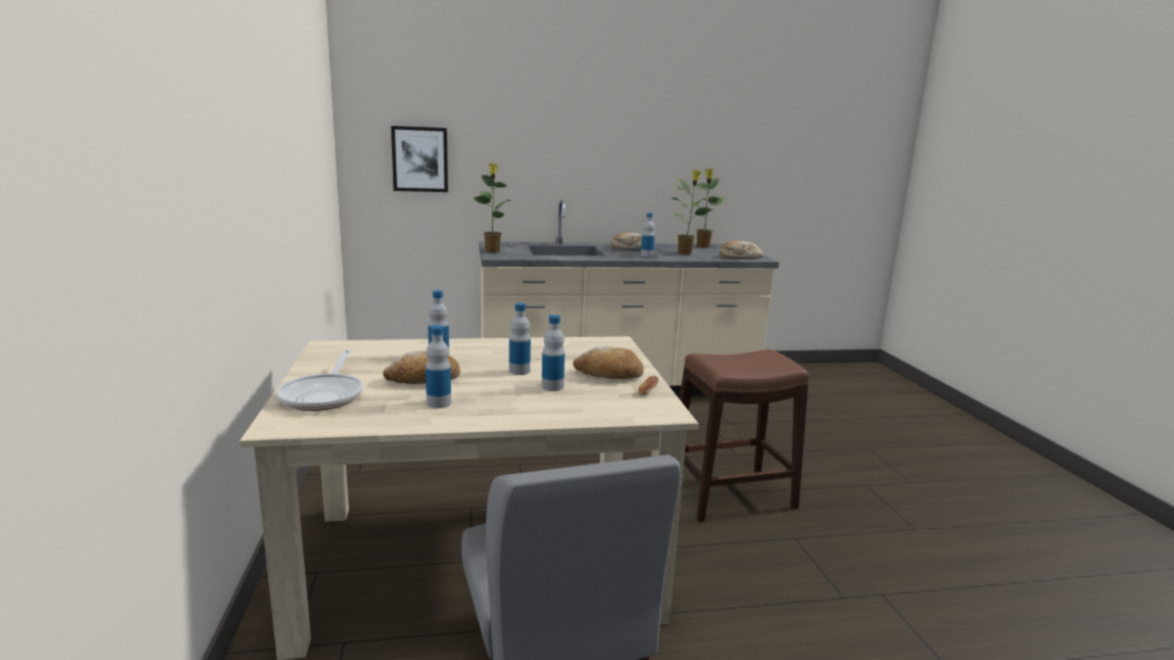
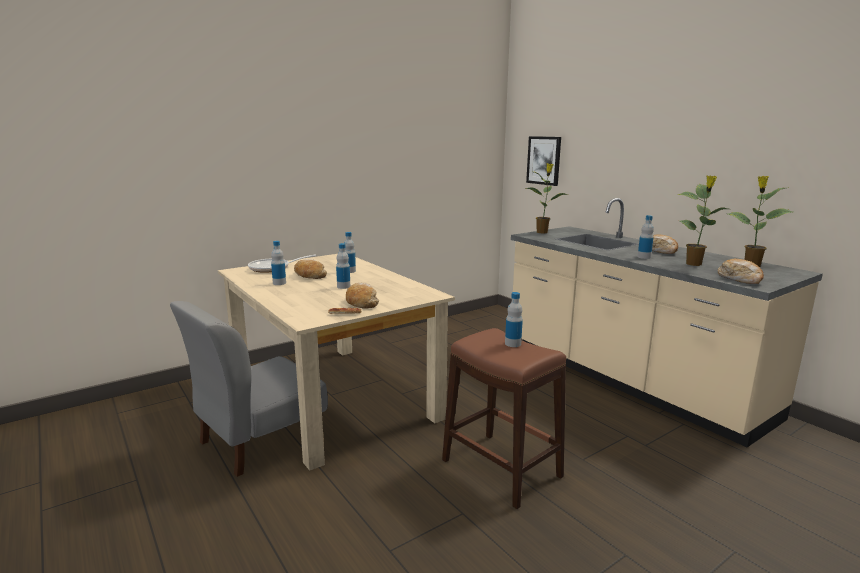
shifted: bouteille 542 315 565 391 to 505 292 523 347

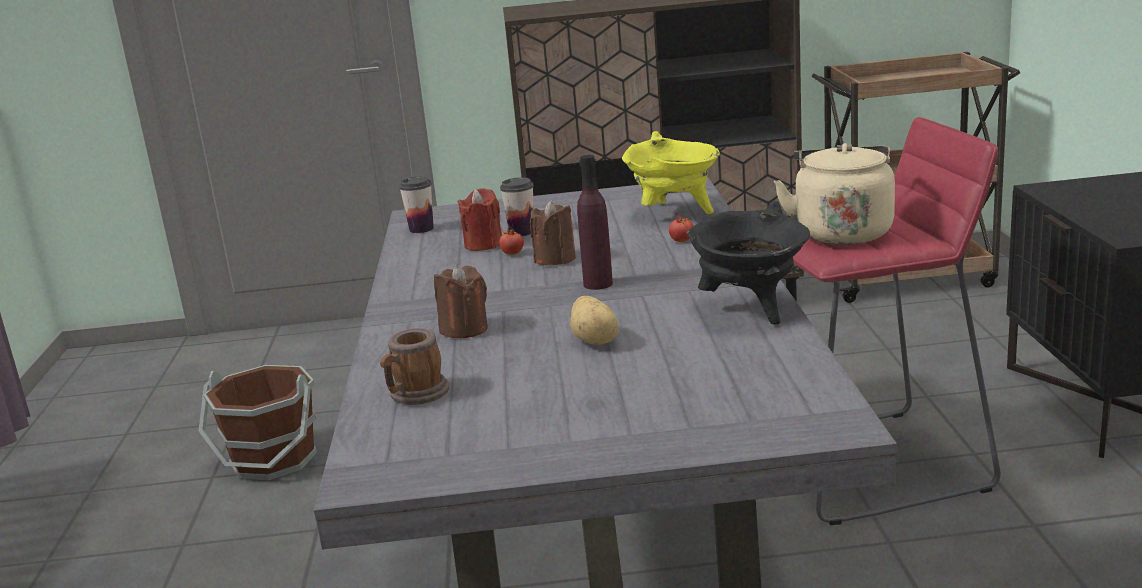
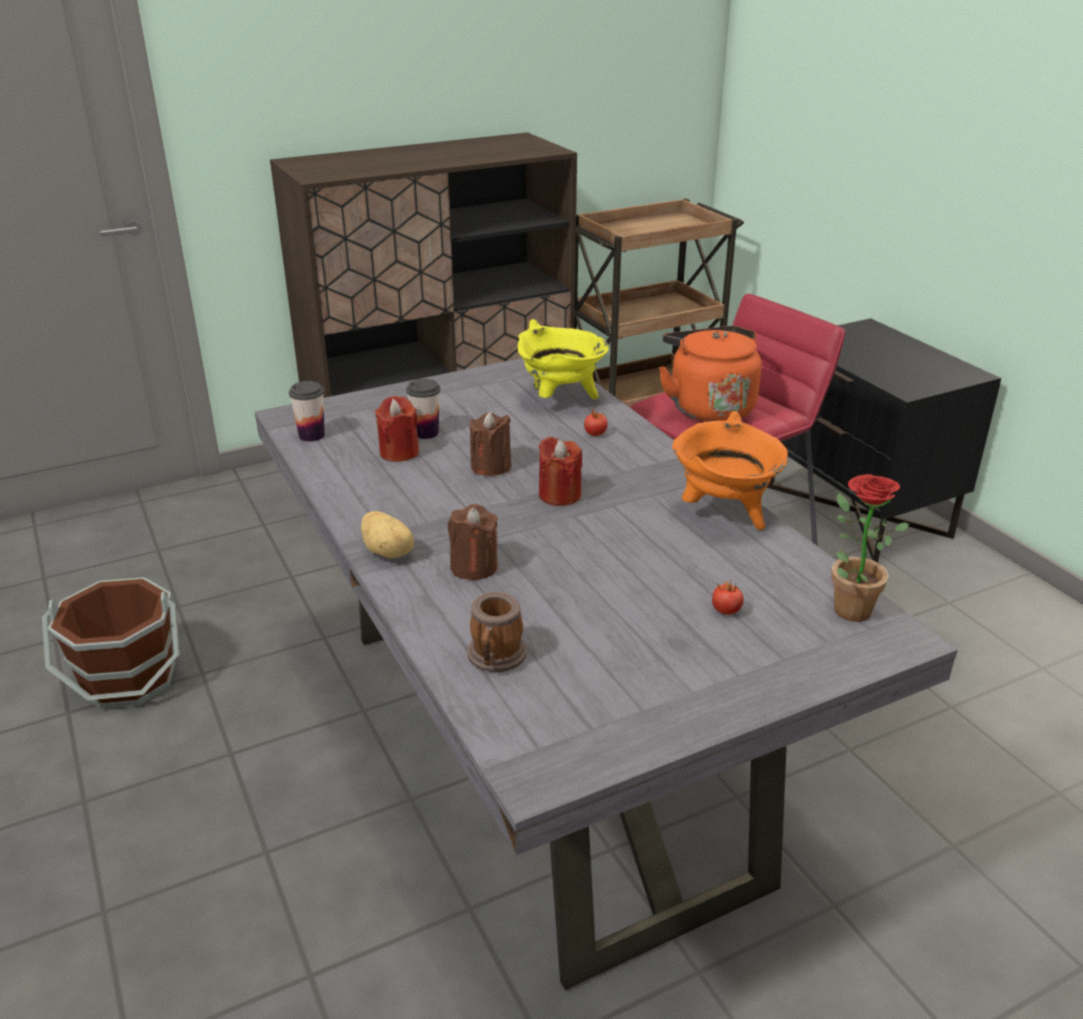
new: plante en pot 832 474 909 622
shifted: tomate 499 225 524 255 to 712 580 744 615; pomme de terre 570 296 619 345 to 361 511 414 559
swapped: bouteille/violet 577 155 613 290 to bougie/rouge 539 436 582 506
repainted: bouilloire/beige 774 143 895 245 to bouilloire/orange 659 326 761 422; marmite/noir 687 201 810 325 to marmite/orange 672 411 788 530

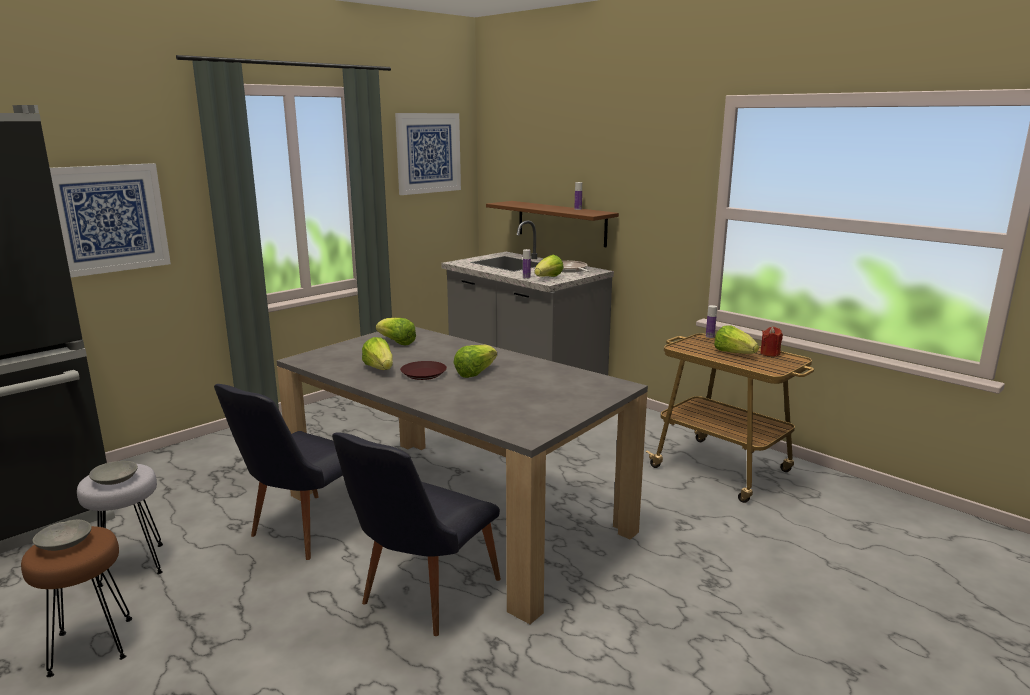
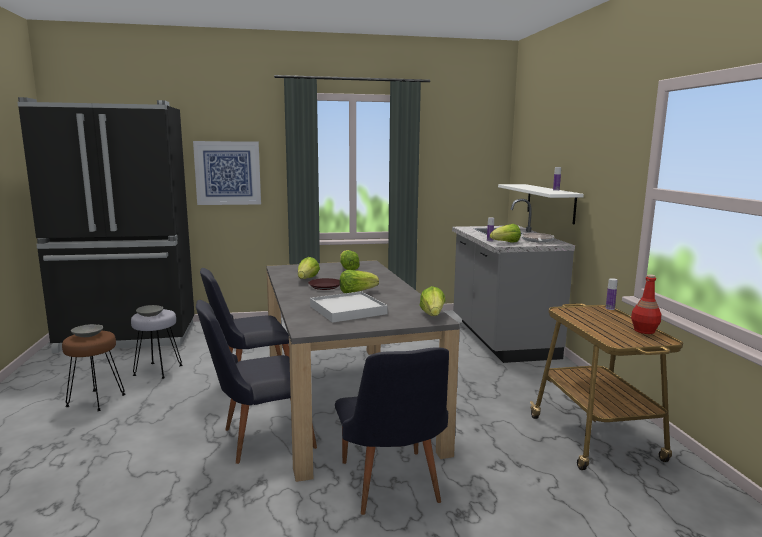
gone: tableau 395 113 461 195
new: plateau/blanc 310 291 388 323; chaise/noir 335 347 449 515
shifted: laitue 714 325 759 354 to 419 286 446 316
swapped: bougie/rouge 760 327 783 356 to bouteille/rouge 631 274 661 334
repainted: étagère/marron 486 201 619 247 to étagère/blanc 498 184 584 224

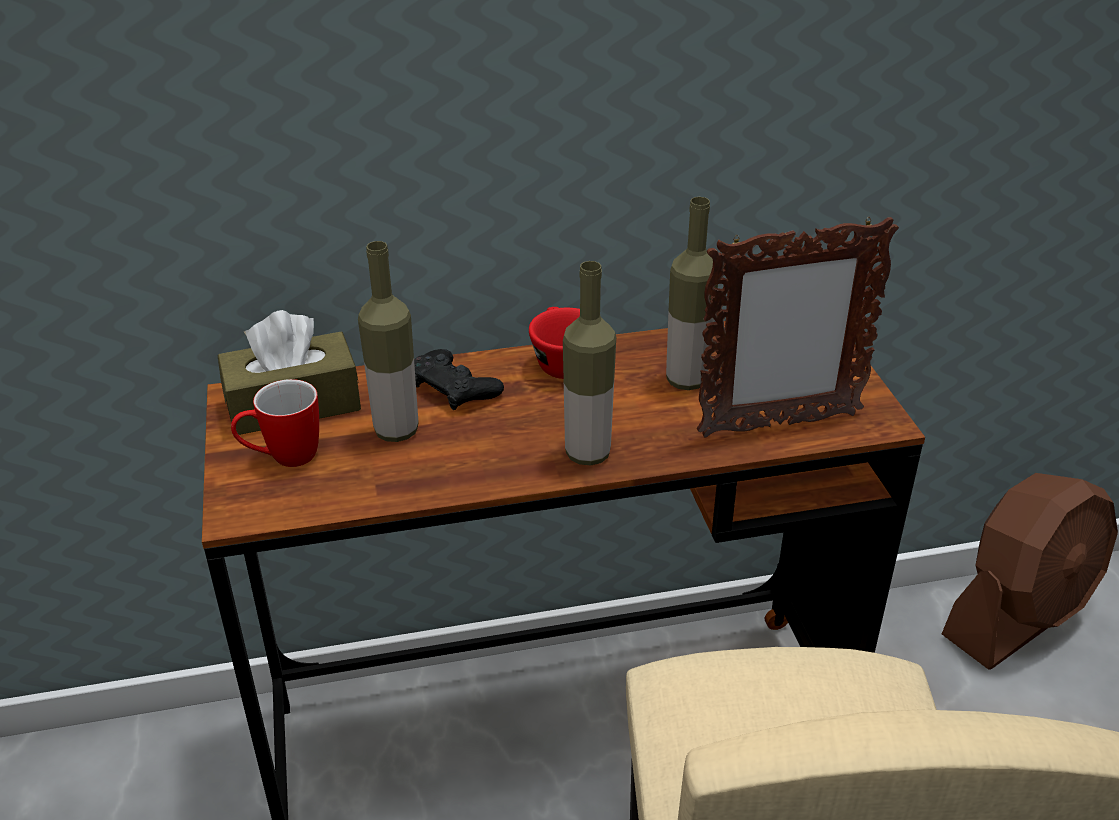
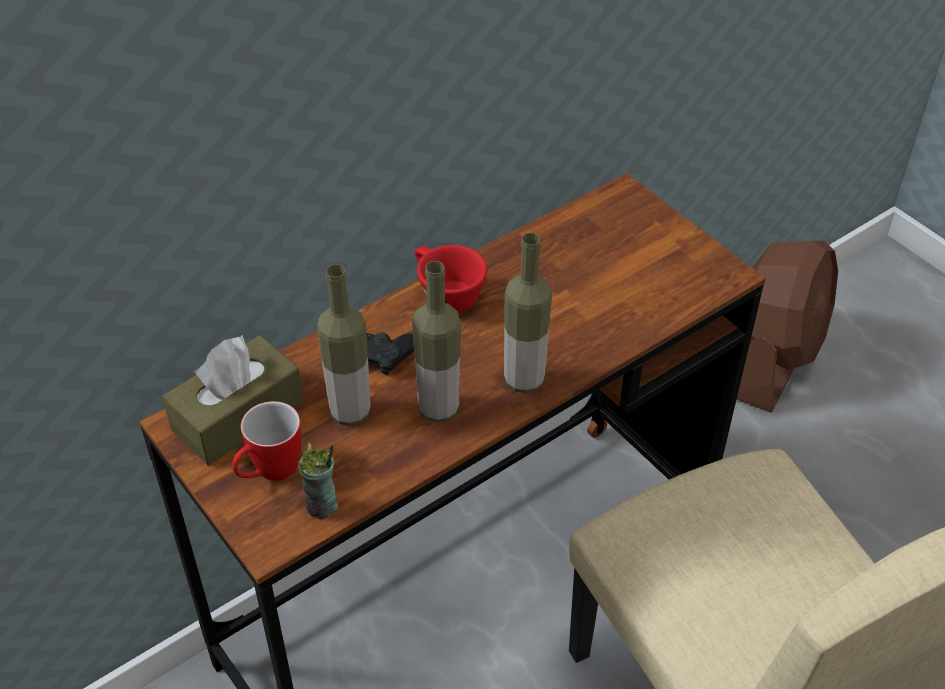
gone: cadre photo 697 217 899 438
new: tasse 297 442 338 519
shifted: bouteille 666 197 718 390 to 412 261 461 423

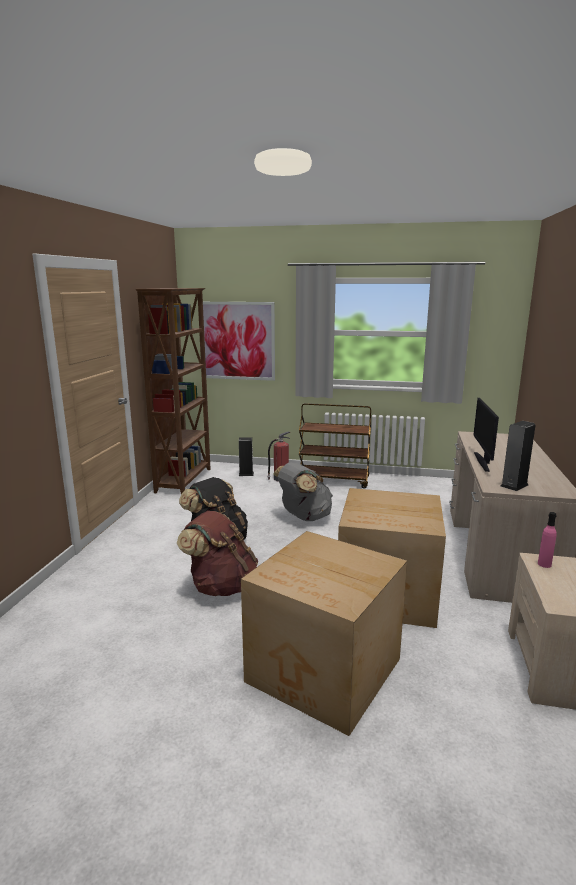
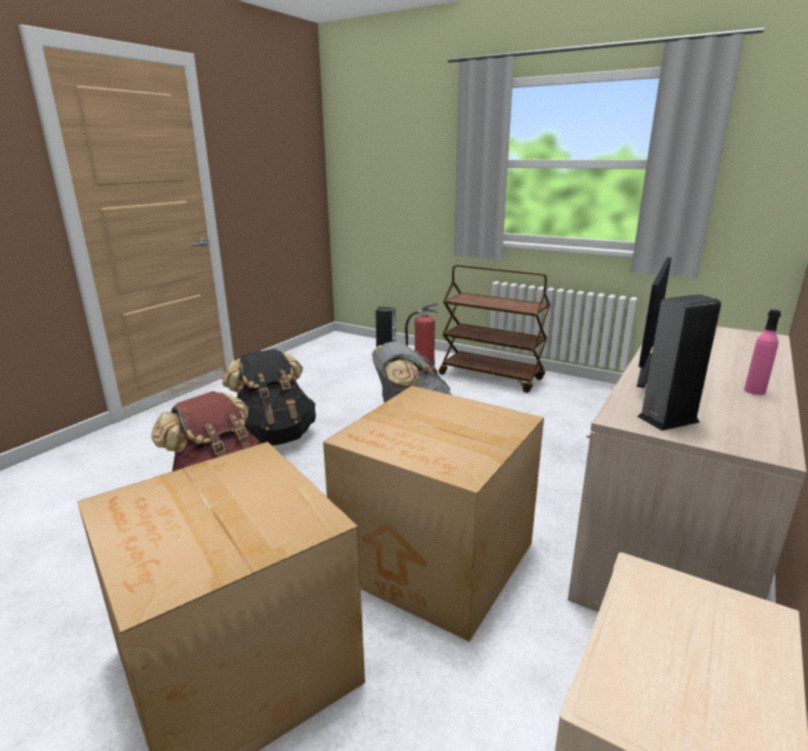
gone: bibliothèque/marron 136 288 211 494; tableau 203 302 275 381
shifted: bouteille/rose 538 512 557 568 to 744 309 781 395

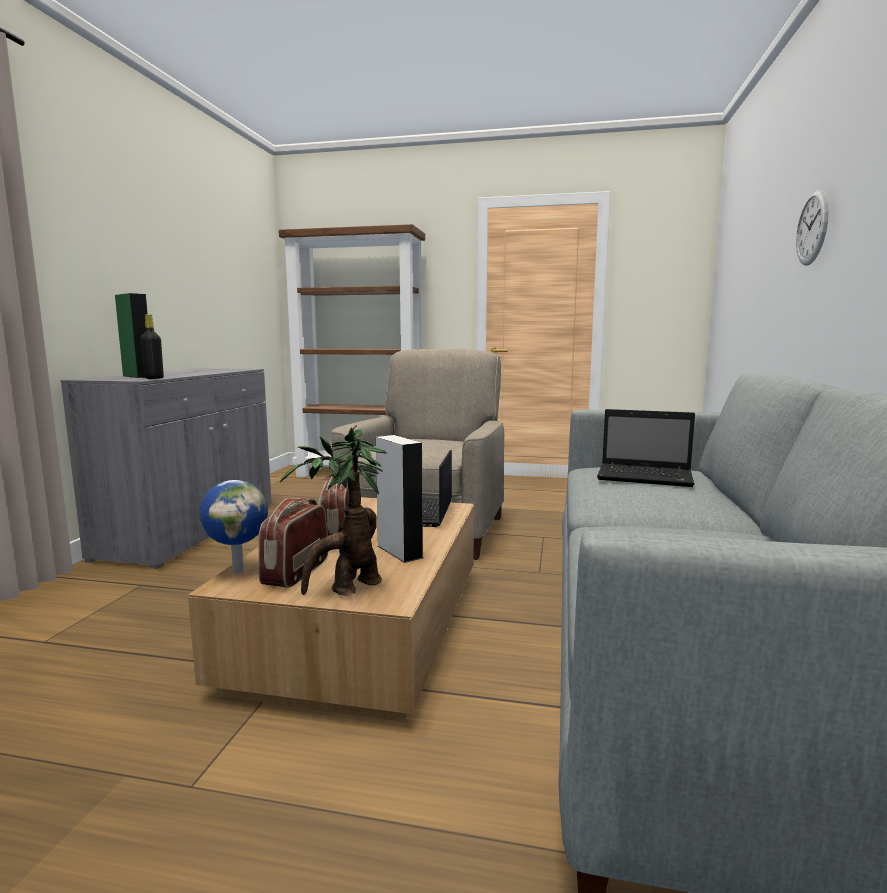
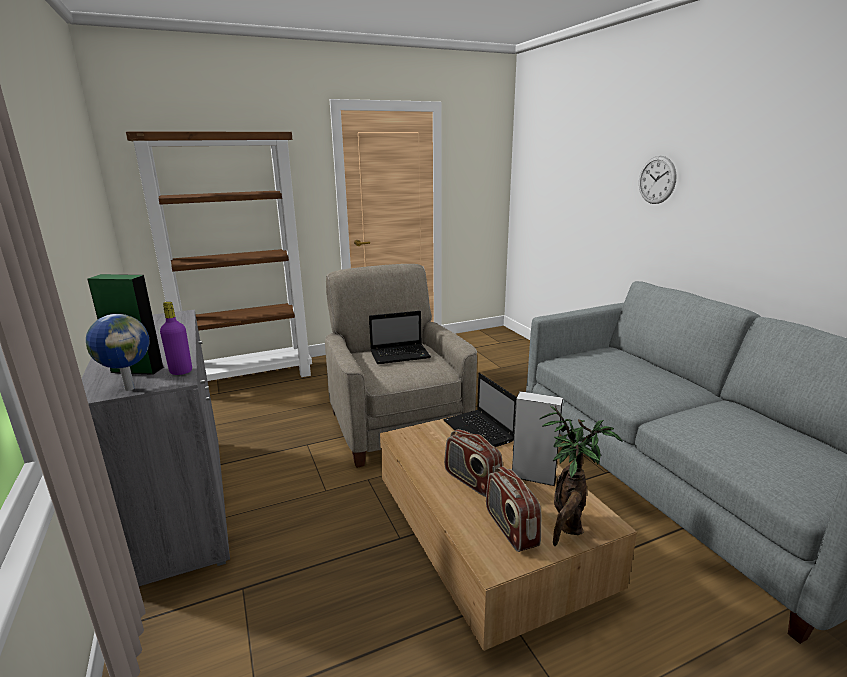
shifted: ordinateur portable 597 409 695 487 to 369 311 431 364; globe 199 480 268 573 to 86 314 150 391
repainted: bouteille/noir 140 314 164 379 to bouteille/violet 160 302 192 375

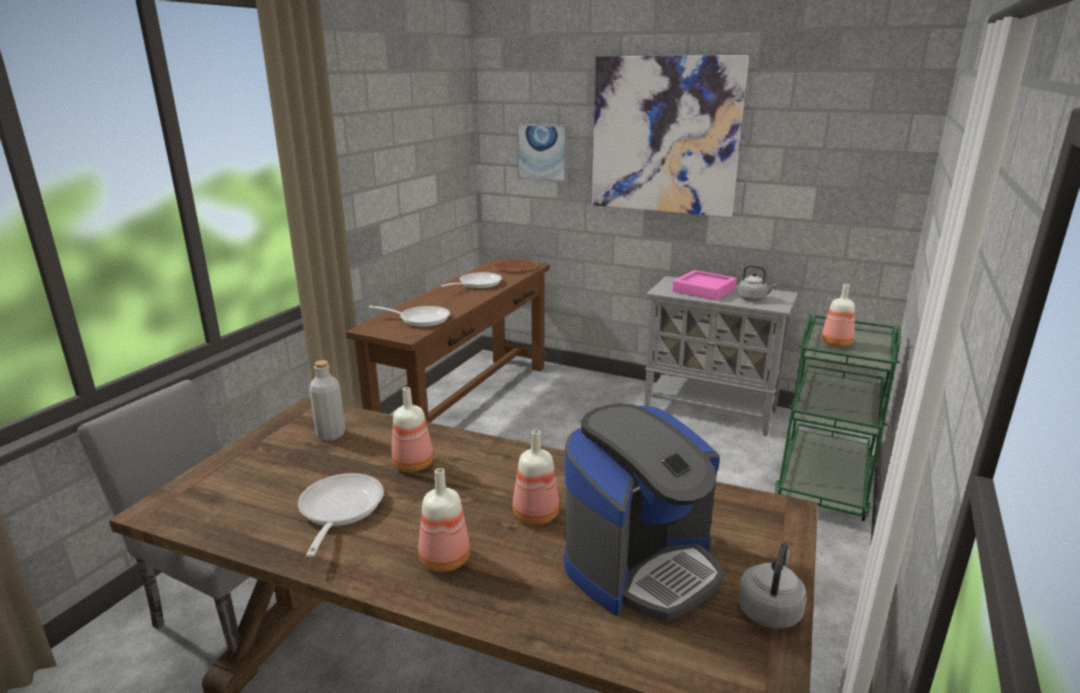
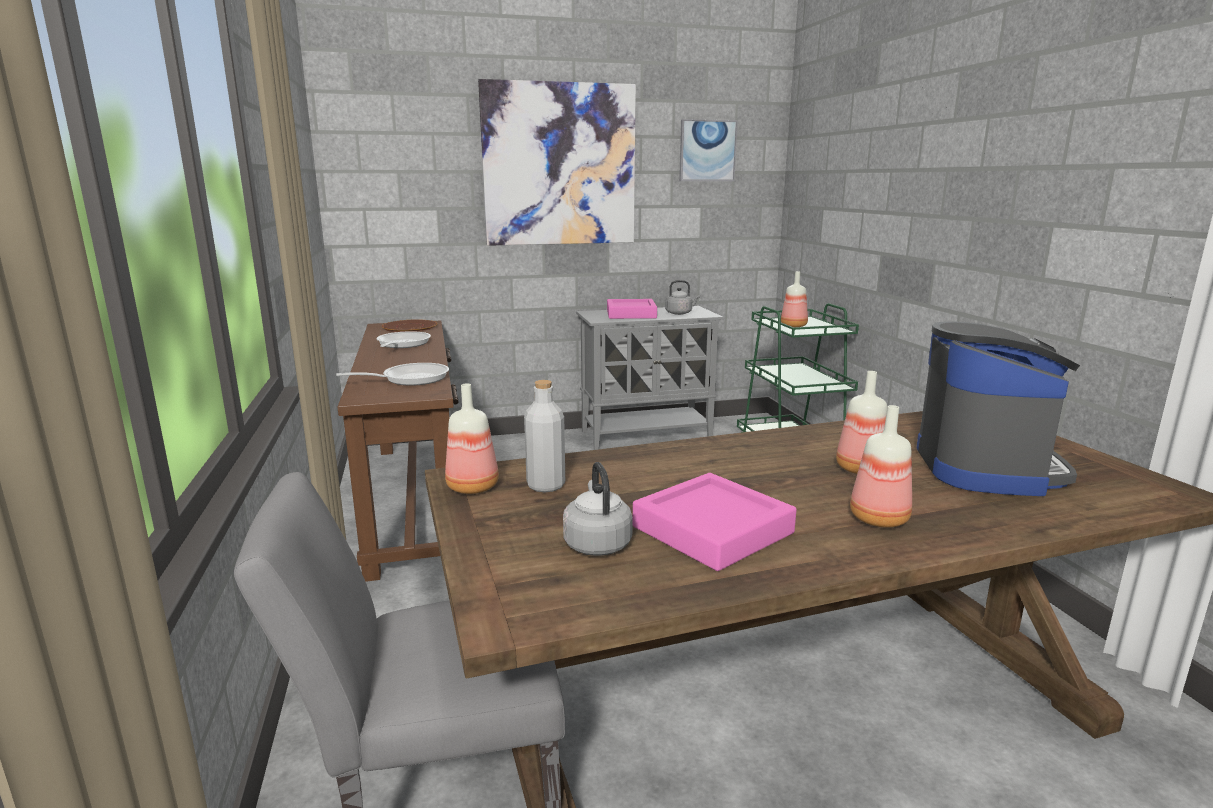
shifted: tableau 517 124 568 182 to 679 119 738 181; bouteille 392 387 434 472 to 445 383 499 494; bouilloire/gris 738 542 807 629 to 563 462 633 556
swapped: poêle 298 473 384 557 to plateau/rose 632 473 797 571

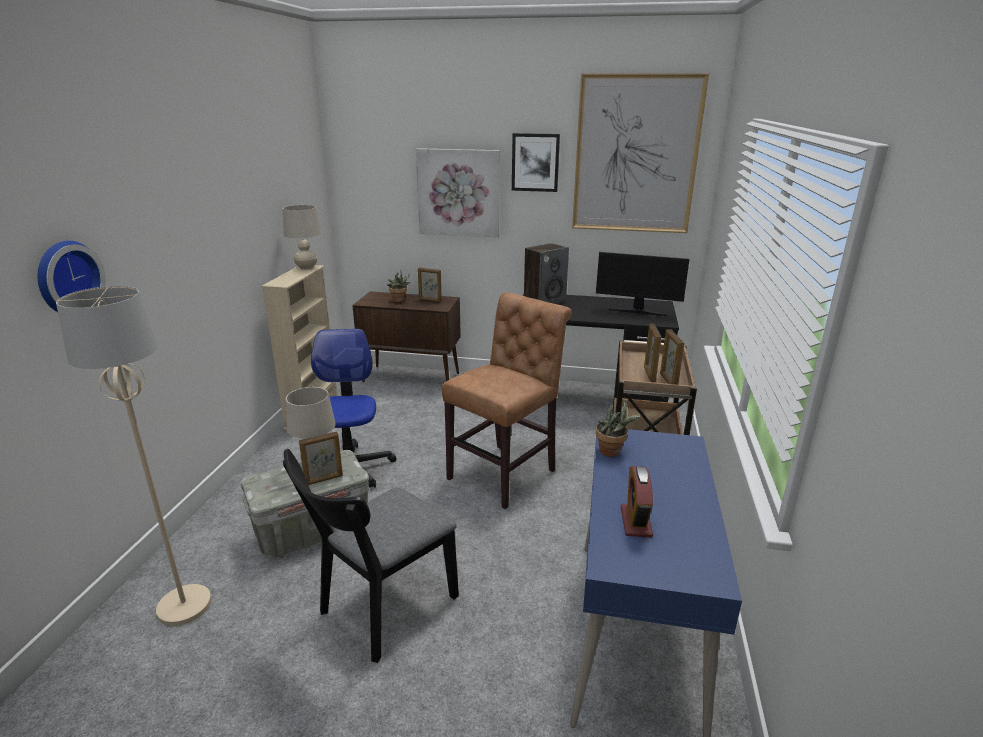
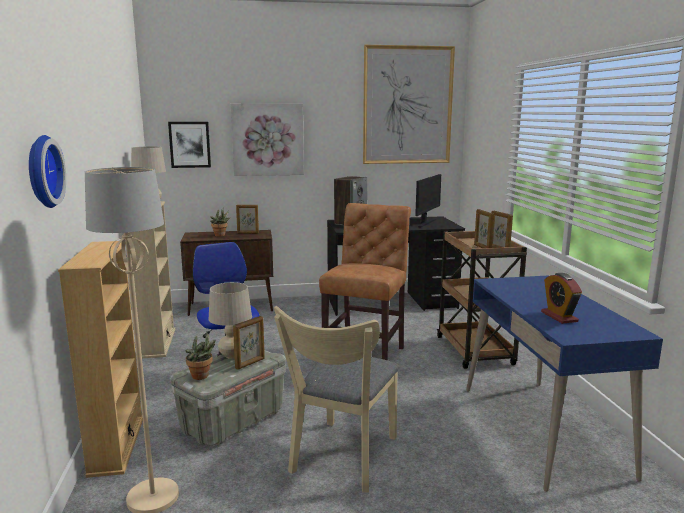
new: bibliothèque/beige 58 241 143 478
shifted: tableau 512 133 560 192 to 168 122 211 168; plante en pot 596 401 640 457 to 186 332 216 380
repainted: chaise/noir 283 449 459 663 to chaise/beige 274 306 399 493
rotated: écran d'ordinateur 596 252 689 316 = 415 174 441 227 60 degrees counterclockwise

